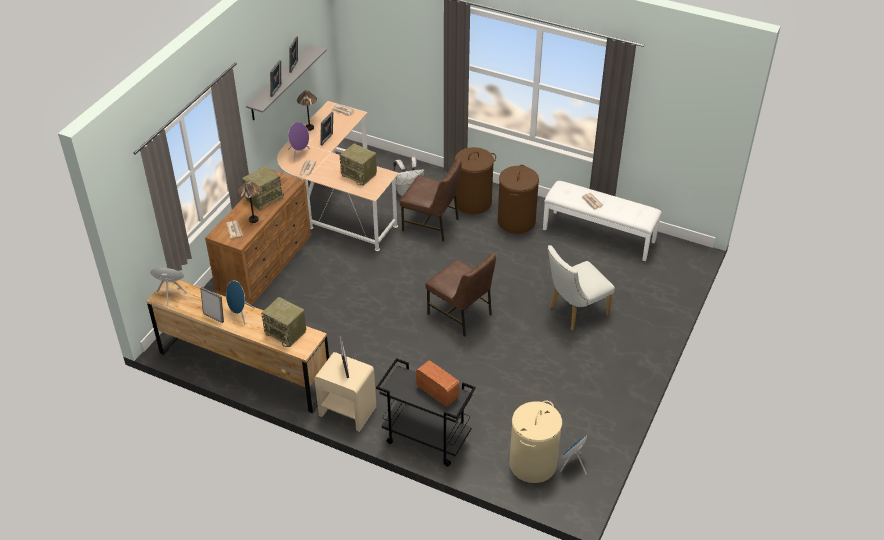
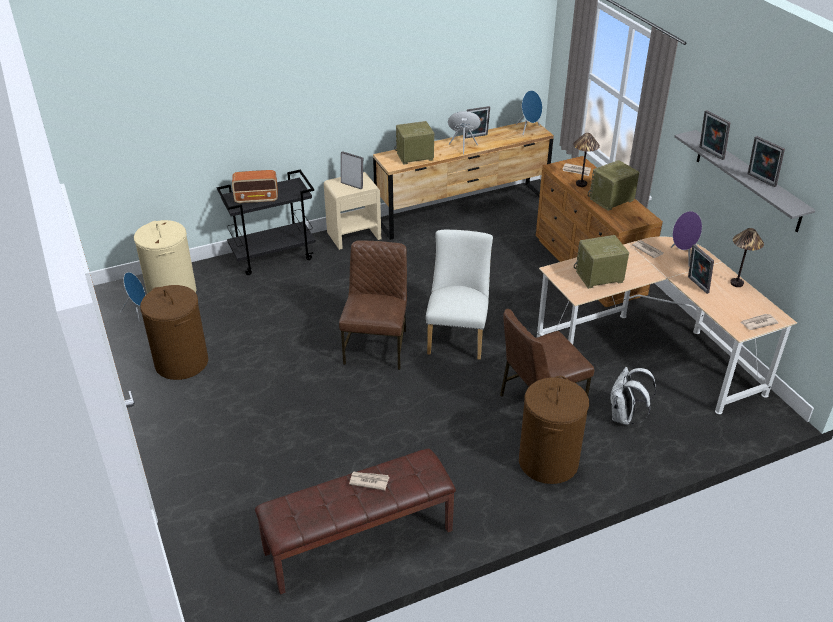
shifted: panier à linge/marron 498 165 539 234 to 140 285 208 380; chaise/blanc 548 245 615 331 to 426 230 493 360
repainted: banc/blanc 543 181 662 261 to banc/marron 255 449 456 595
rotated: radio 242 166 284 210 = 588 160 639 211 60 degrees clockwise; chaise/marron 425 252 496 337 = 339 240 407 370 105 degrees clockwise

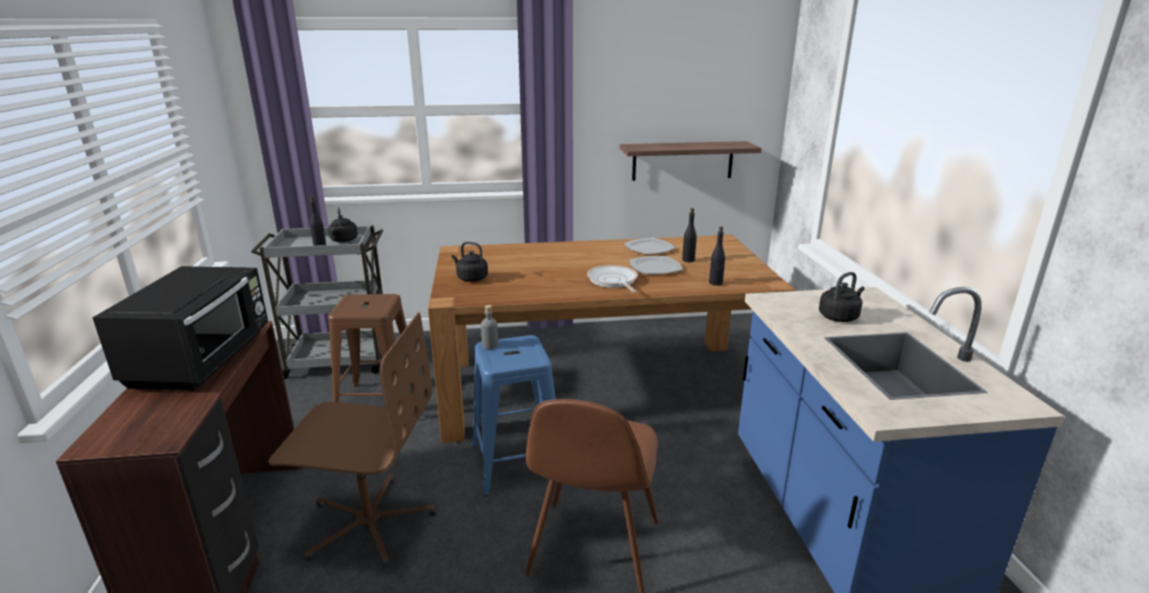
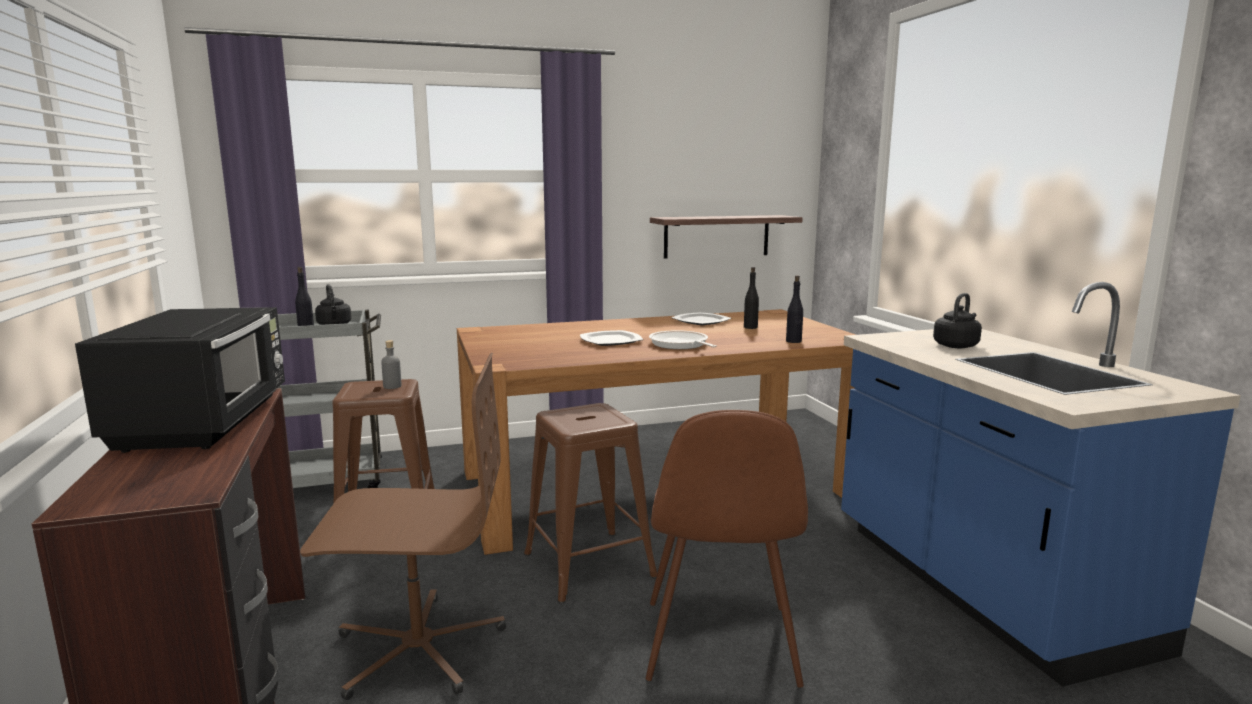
gone: bouilloire/noir 452 242 488 282
shifted: assiette 630 256 682 274 to 580 330 643 346; bouteille/gris 481 305 498 349 to 381 340 401 389
repainted: tabouret/bleu 471 335 556 496 to tabouret/marron 524 403 657 604

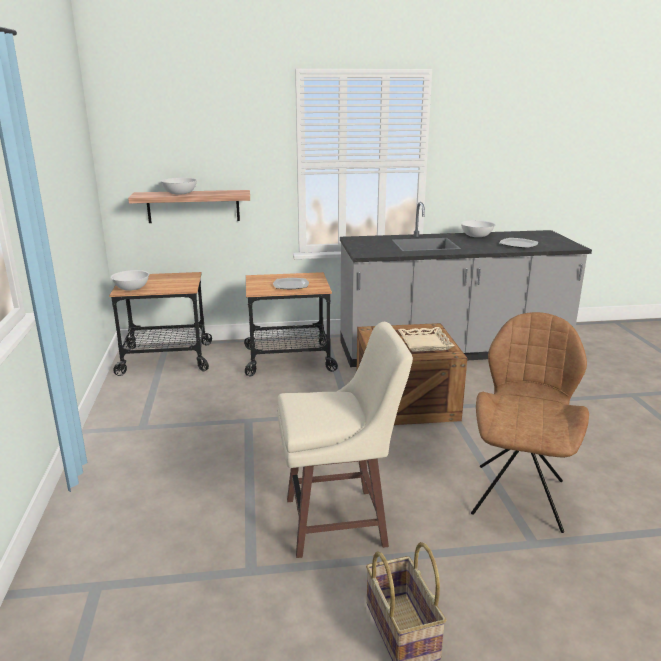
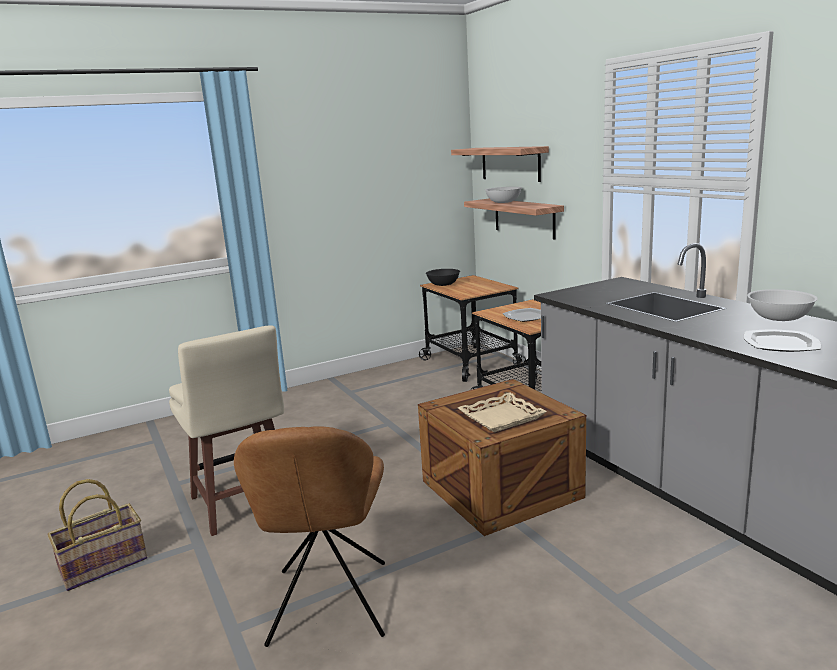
new: étagère 451 146 549 182
repainted: bol/blanc 111 270 150 290 to bol/noir 426 269 460 286
rotated: chaise/marron 471 312 589 533 = 234 426 385 647 90 degrees clockwise

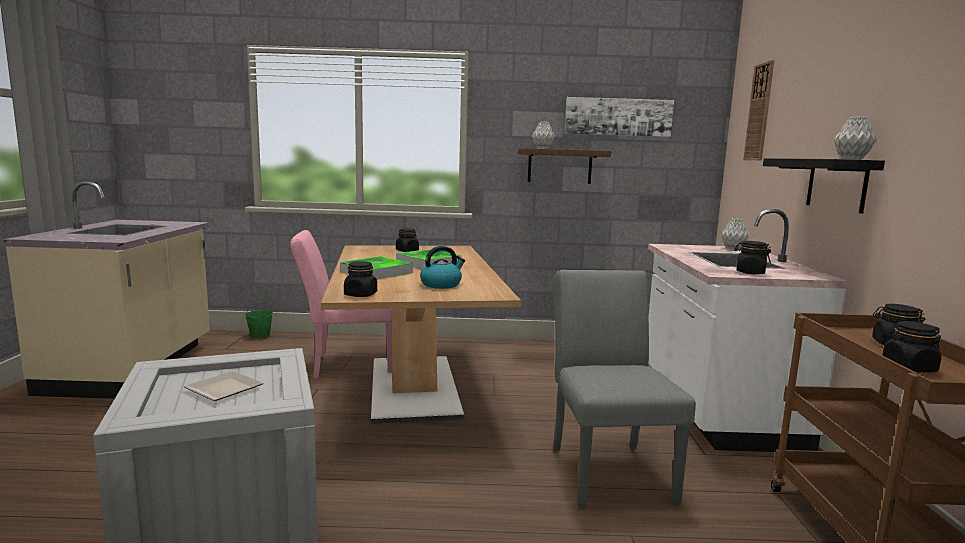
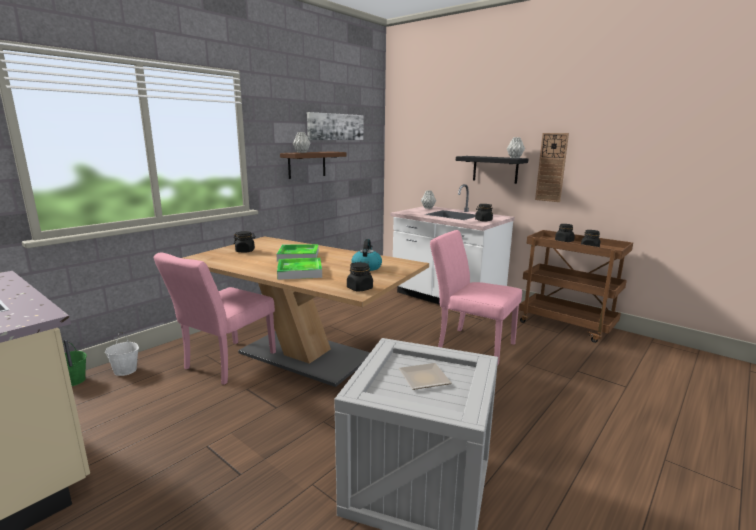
new: seau/blanc 105 332 139 376
shifted: horloge murale 743 60 774 160 to 535 133 569 202
repainted: chaise/gris 553 270 696 509 to chaise/rose 430 230 522 366

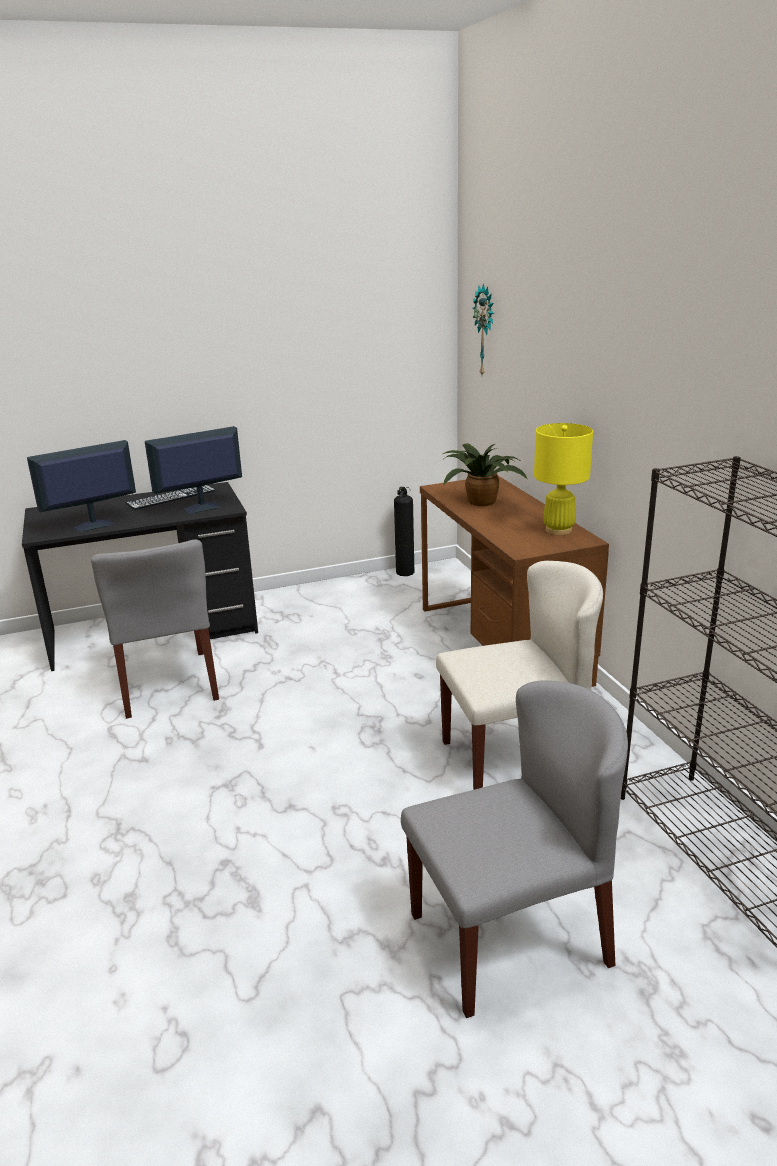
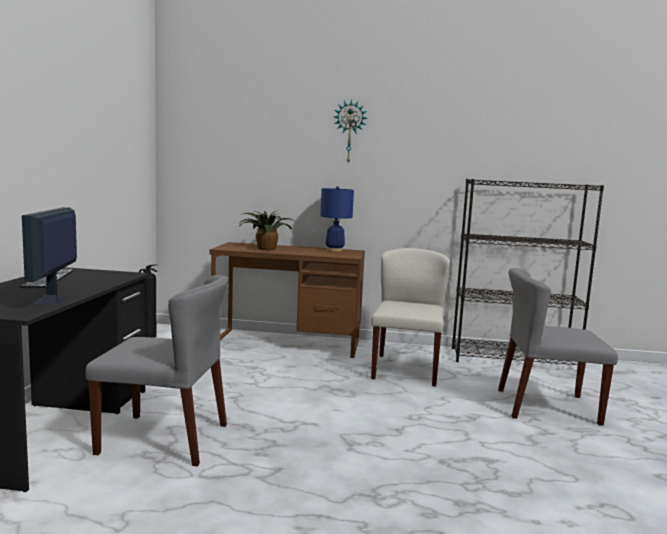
gone: écran d'ordinateur 145 426 242 513
shifted: horloge murale 473 284 494 375 to 334 99 367 163
repainted: lampe de table/jaune 534 423 593 535 to lampe de table/bleu 320 186 354 252
rotated: chaise/gris 401 680 628 1018 = 498 268 618 426 90 degrees counterclockwise

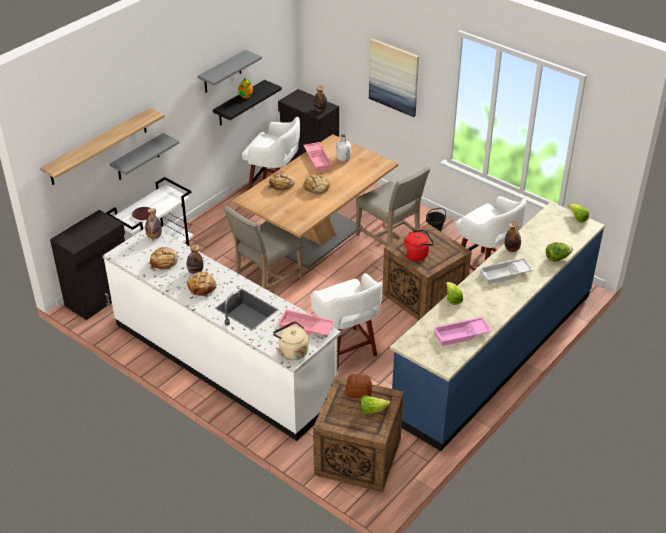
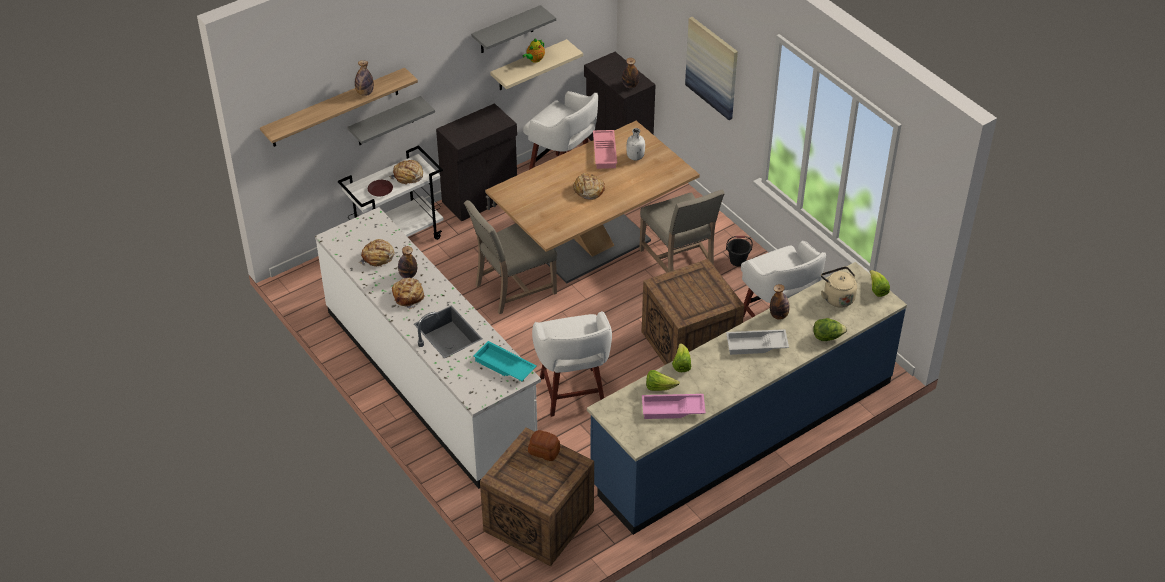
gone: bouilloire/rouge 403 230 434 261
shifted: pain 267 171 295 192 to 389 160 423 185; bouteille 145 208 162 239 to 355 60 374 96; meuble de rangement/noir 50 210 125 320 to 436 103 517 221; bouilloire/beige 273 321 309 360 to 821 266 857 308; laitue 361 396 390 414 to 646 370 680 391
repainted: étagère/noir 213 80 282 126 to étagère/beige 490 39 583 90; plateau/rose 278 309 335 336 to plateau/turquoise 473 341 537 381

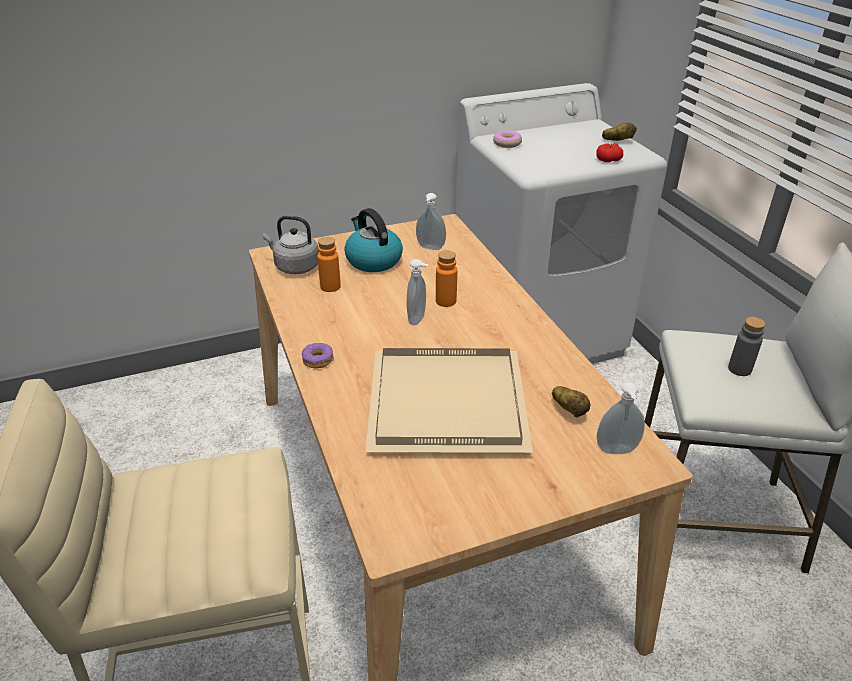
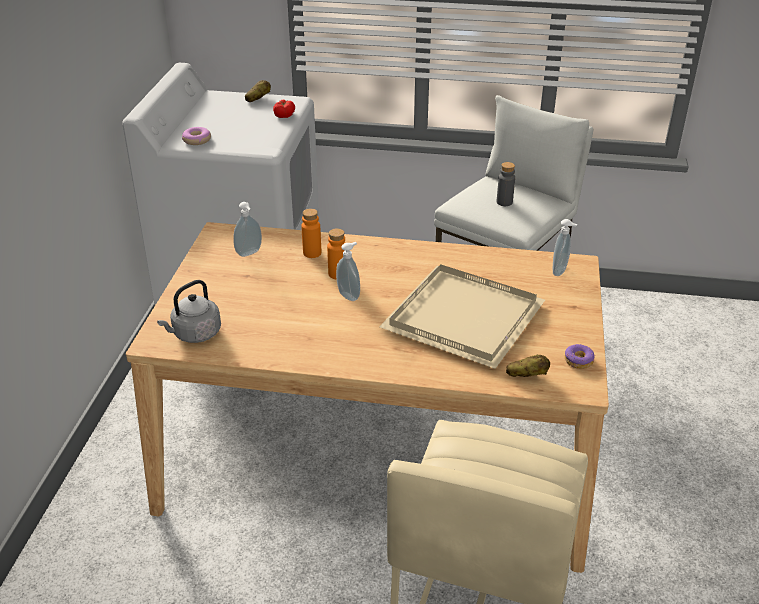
gone: bouilloire 344 208 403 272
shifted: bouteille/orange 317 237 341 292 to 301 209 321 258; beignet 302 343 334 368 to 565 344 595 369; pomme de terre 552 386 590 418 to 506 355 550 377

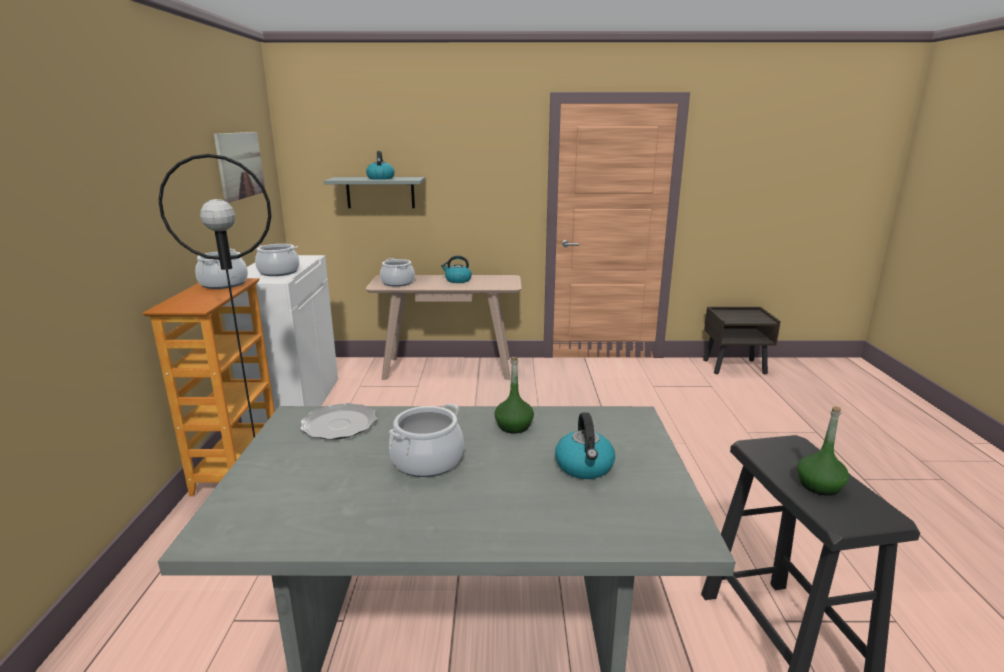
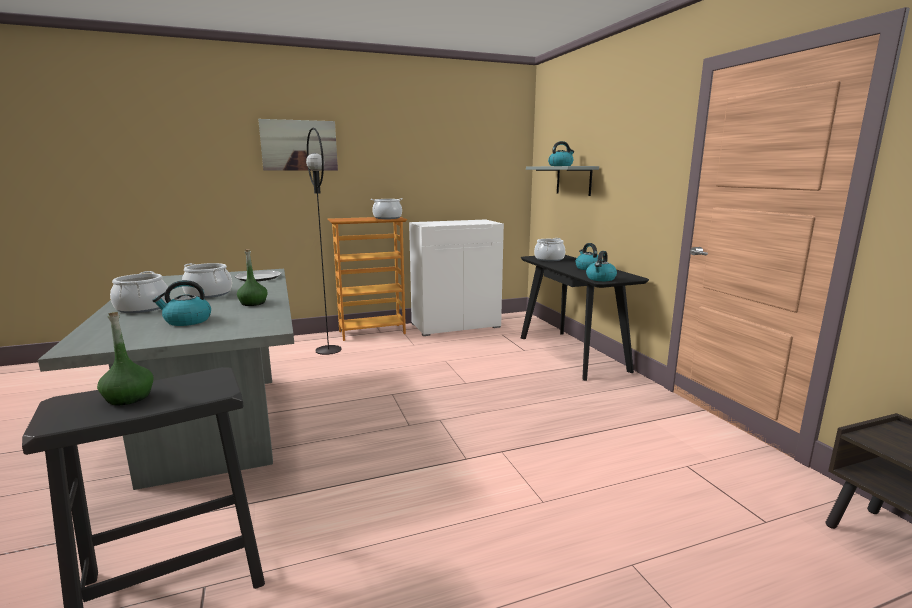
new: bouilloire 586 251 617 281
shifted: tableau 214 132 265 203 to 258 119 338 171; marmite 255 244 299 276 to 110 271 168 313
repainted: table console/beige 366 275 522 380 to table console/noir 521 255 649 381

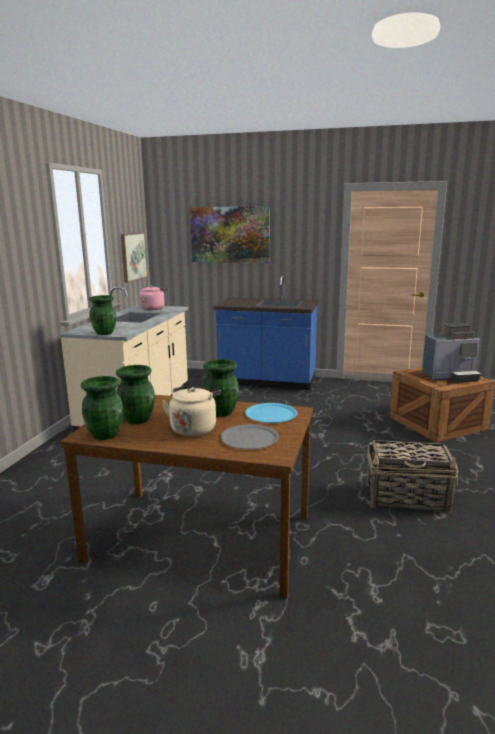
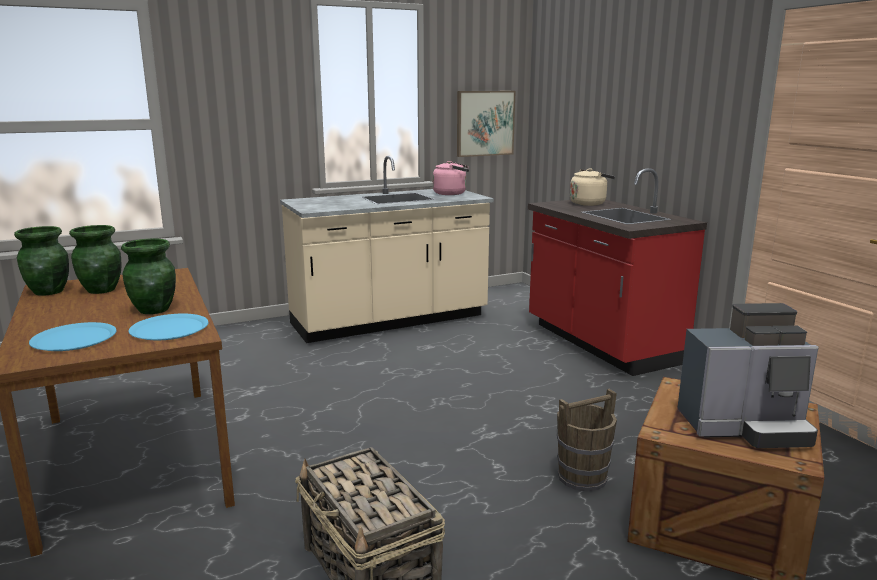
gone: tableau 190 206 270 263; vase/vert 89 295 116 335
new: seau/marron 557 389 617 491
shifted: bouilloire/beige 162 386 221 437 to 570 169 615 206
repainted: comptoir de cuisine/bleu 214 275 318 390 to comptoir de cuisine/rouge 528 168 707 376; assiette/gris 221 424 279 449 to assiette/bleu 29 322 117 351
rotated: machine à café 422 323 481 382 = 677 303 819 448 45 degrees counterclockwise

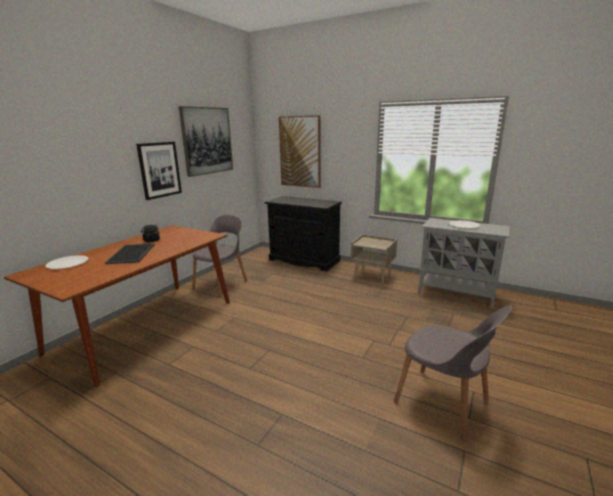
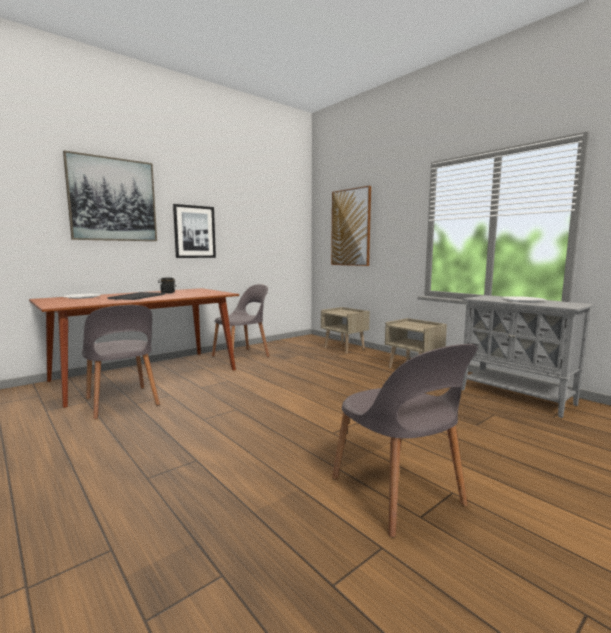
new: chaise/gris 82 305 160 419
shifted: tableau 179 106 233 177 to 63 151 157 241
swapped: meuble de rangement/noir 265 196 342 272 to table de chevet/beige 321 307 370 354

